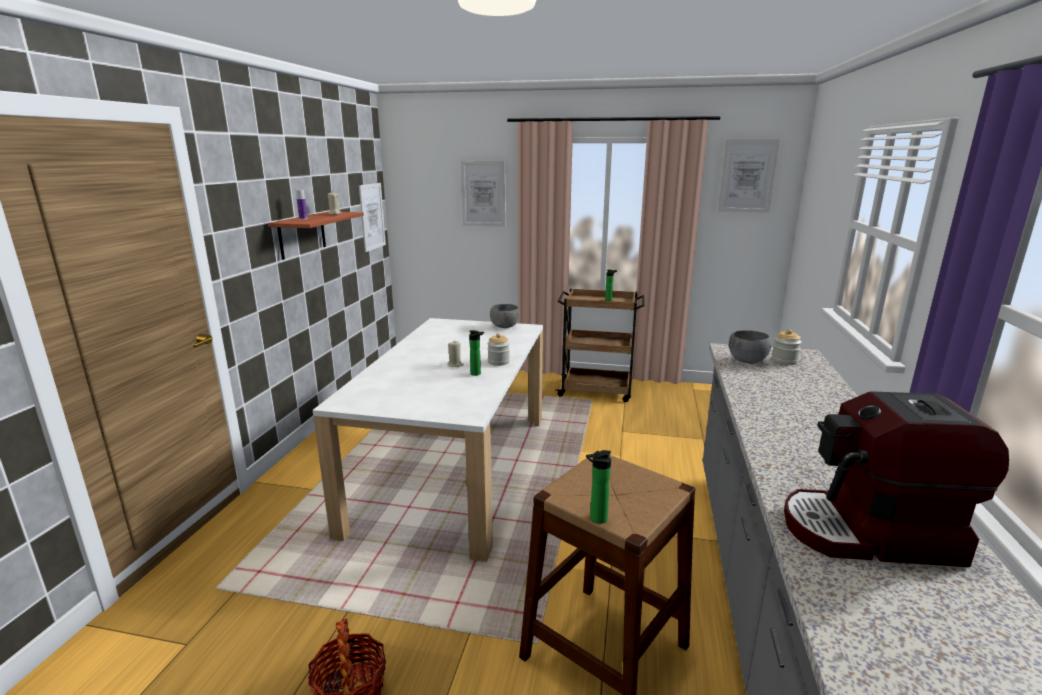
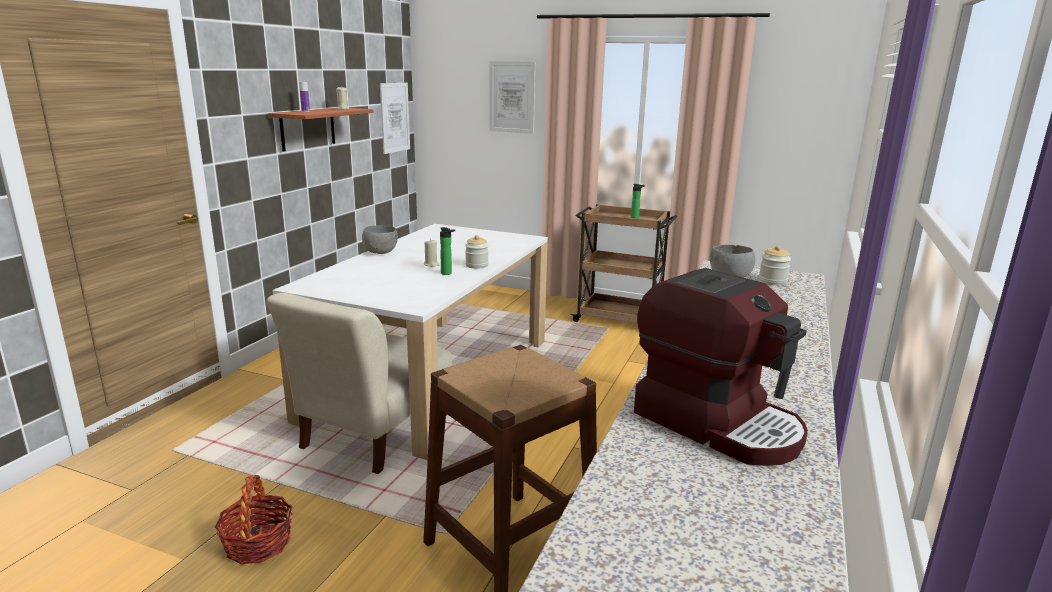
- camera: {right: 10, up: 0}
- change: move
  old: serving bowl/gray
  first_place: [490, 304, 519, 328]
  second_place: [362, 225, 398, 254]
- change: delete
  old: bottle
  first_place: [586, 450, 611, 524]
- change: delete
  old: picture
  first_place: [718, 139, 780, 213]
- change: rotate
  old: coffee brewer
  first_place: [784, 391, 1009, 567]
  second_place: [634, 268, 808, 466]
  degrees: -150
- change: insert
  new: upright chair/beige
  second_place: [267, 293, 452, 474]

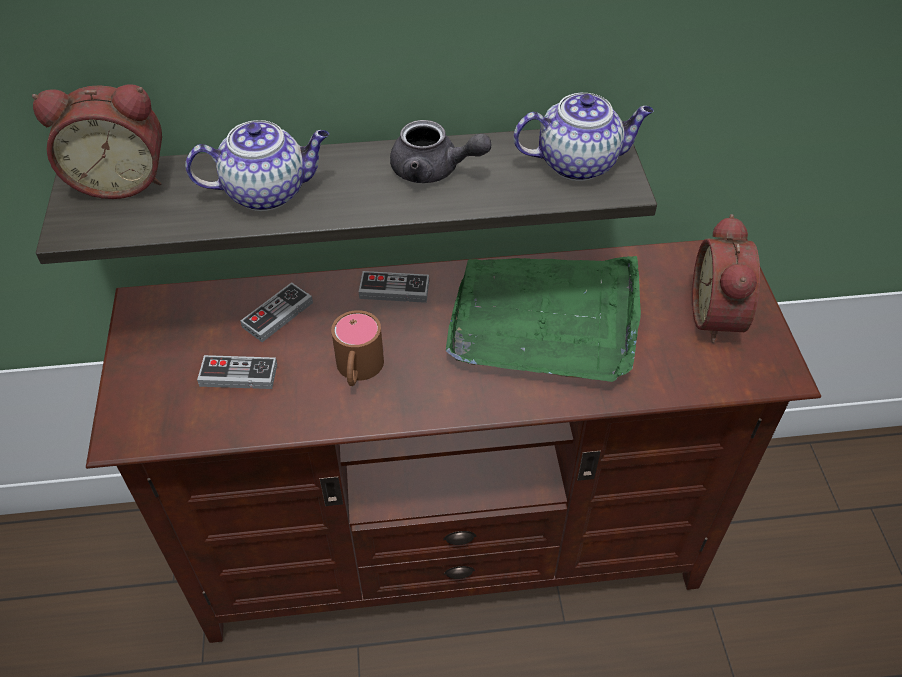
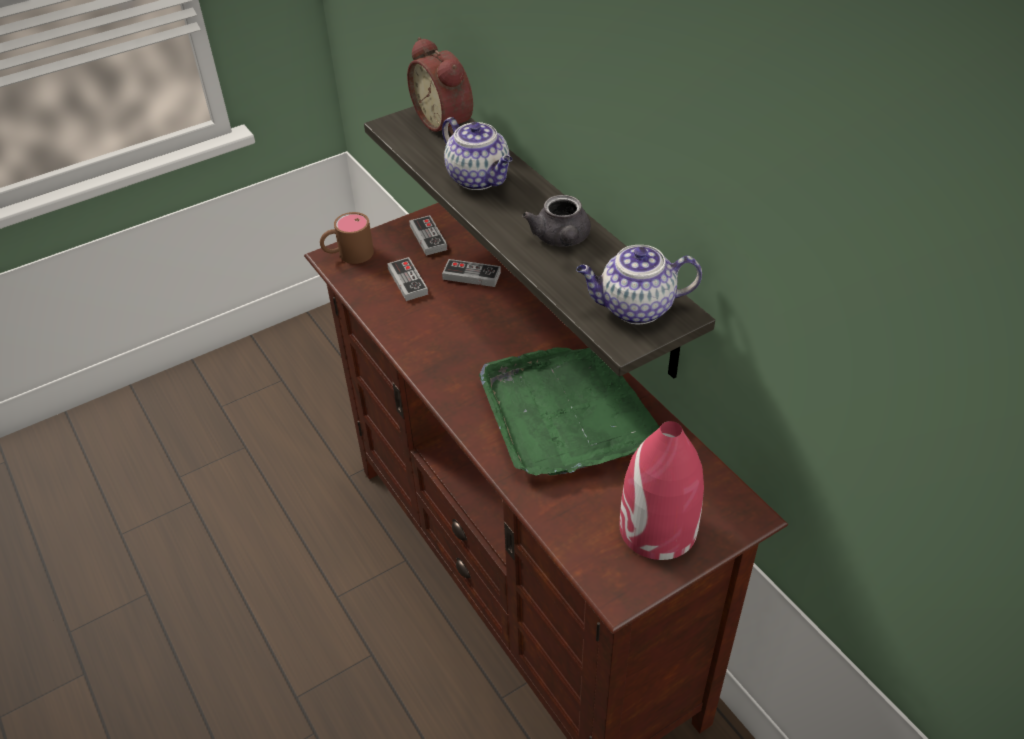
- camera: {right: 65, up: -5}
- change: move
  old: coffee mug/brown
  first_place: [331, 310, 384, 386]
  second_place: [320, 212, 374, 264]
- change: move
  old: joypad
  first_place: [359, 271, 429, 303]
  second_place: [409, 215, 447, 256]
- change: rotate
  old: pot for tea
  first_place: [513, 93, 654, 181]
  second_place: [576, 245, 702, 324]
  degrees: 120
- change: replace
  old: alarm clock
  new: decorative vase/red
  first_place: [692, 214, 760, 343]
  second_place: [620, 421, 704, 560]

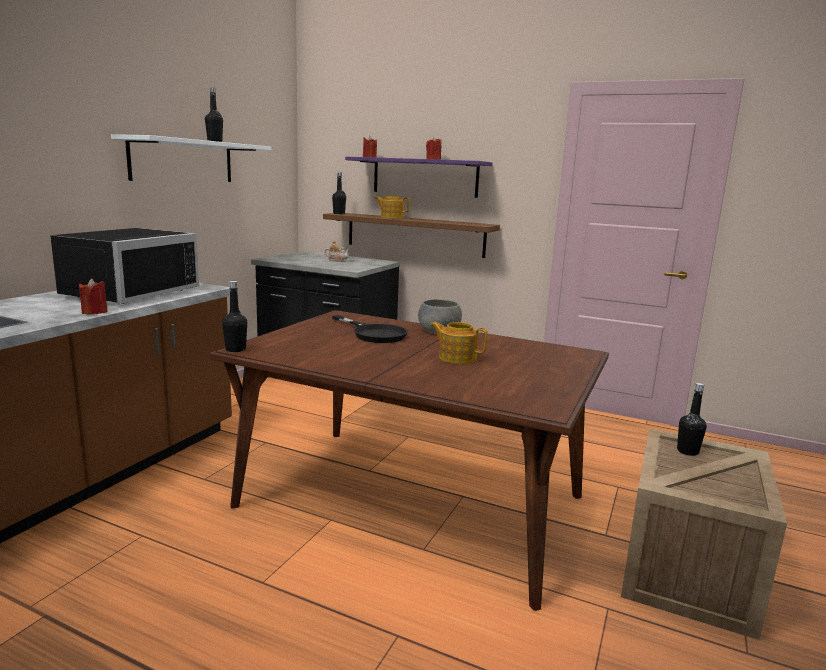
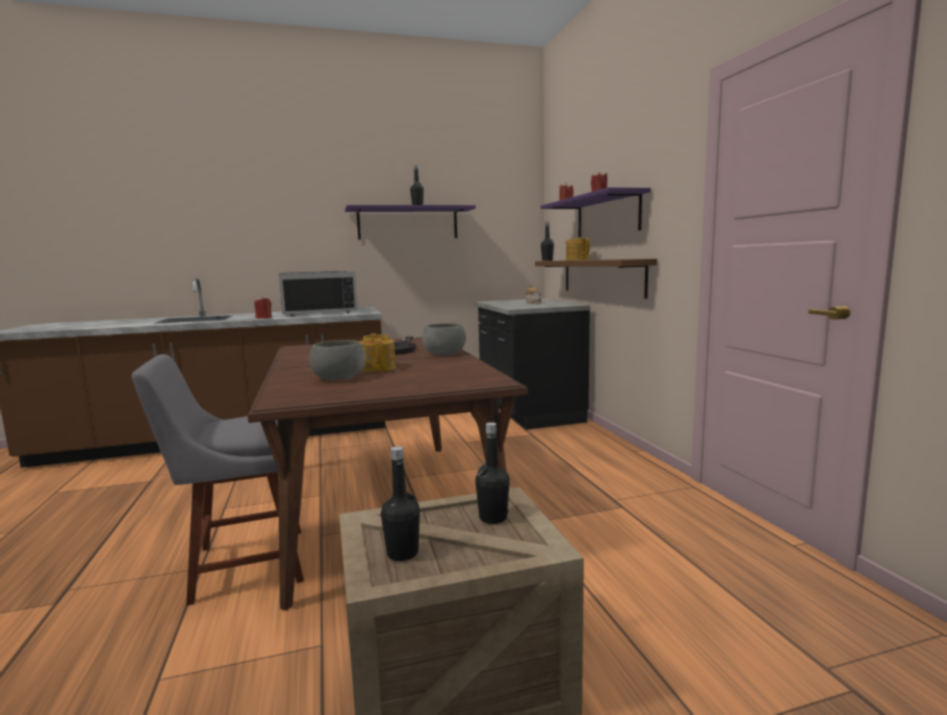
- camera: {right: 50, up: -5}
- change: recolor
  old: bracket shelf/white-coloured
  new: bracket shelf/purple
  first_place: [111, 134, 271, 182]
  second_place: [345, 205, 476, 240]
- change: move
  old: bottle/blackish
  first_place: [222, 281, 247, 352]
  second_place: [381, 446, 420, 561]
- change: insert
  new: upright chair/gray
  second_place: [132, 354, 304, 606]
- change: insert
  new: serving bowl/gray
  second_place: [309, 340, 366, 380]

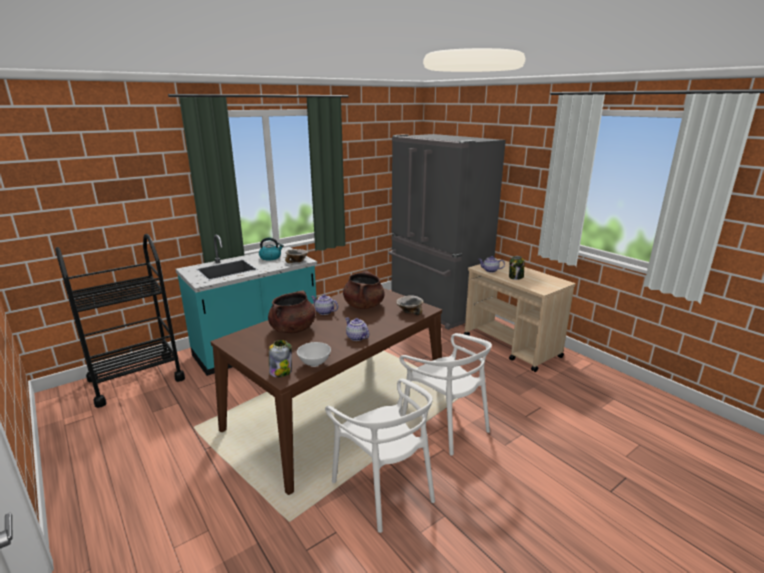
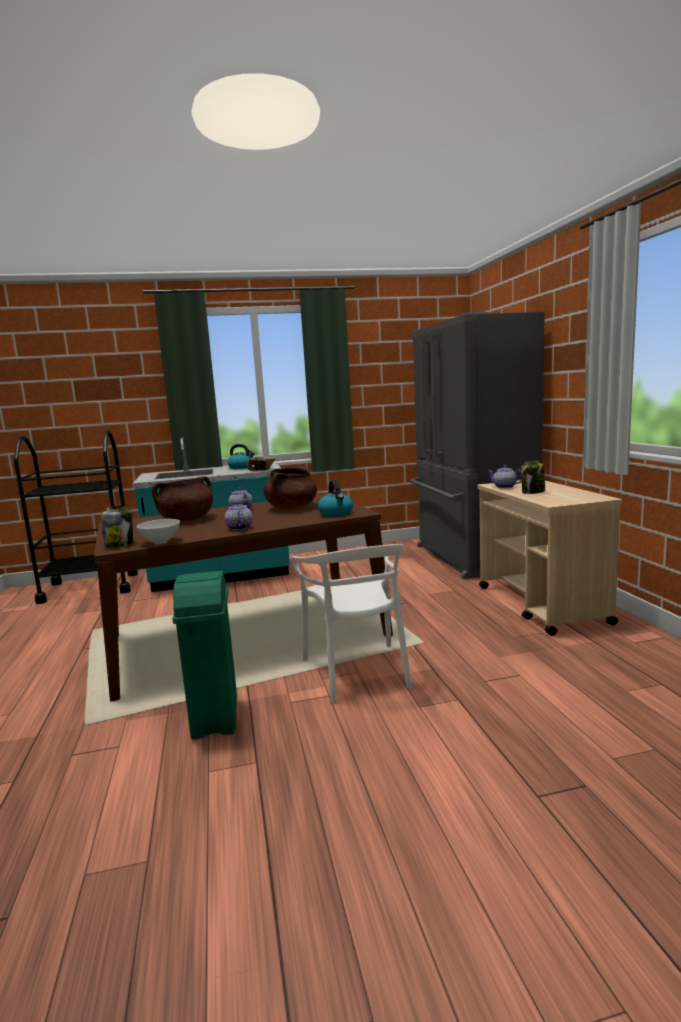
- camera: {right: 25, up: -10}
- change: replace
  old: upright chair/white-coloured
  new: trash can/greenish
  first_place: [325, 379, 435, 533]
  second_place: [172, 571, 237, 740]
- change: replace
  old: serving bowl
  new: kettle
  first_place: [396, 295, 423, 315]
  second_place: [318, 480, 353, 517]

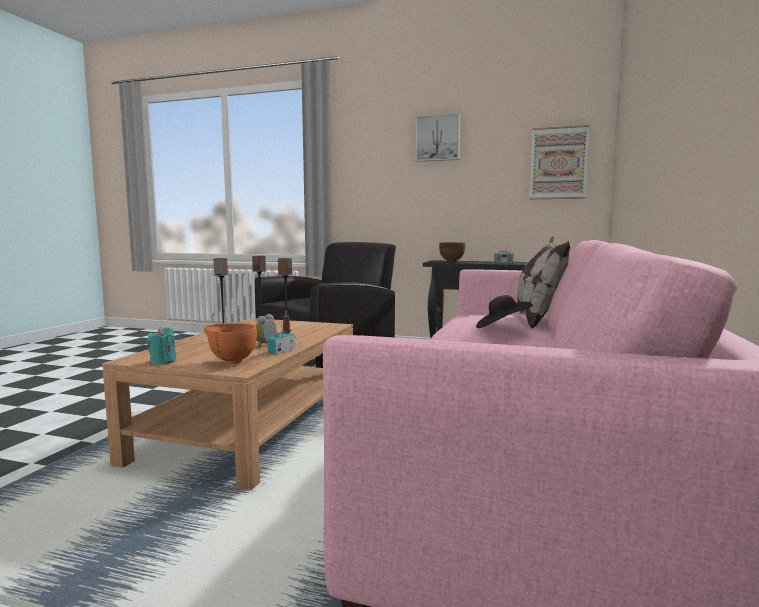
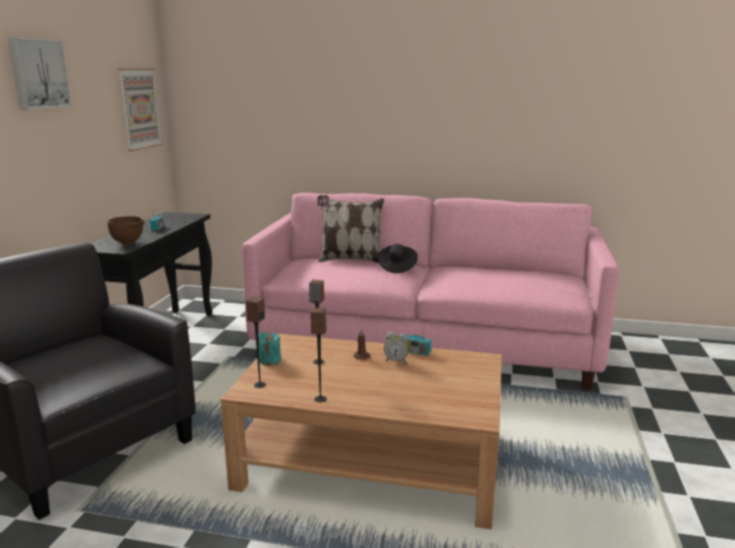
- camera: {right: -95, up: 10}
- change: move
  old: candle/turquoise-coloured
  first_place: [147, 327, 176, 365]
  second_place: [259, 332, 281, 366]
- change: delete
  old: serving bowl/orangey
  first_place: [204, 323, 257, 364]

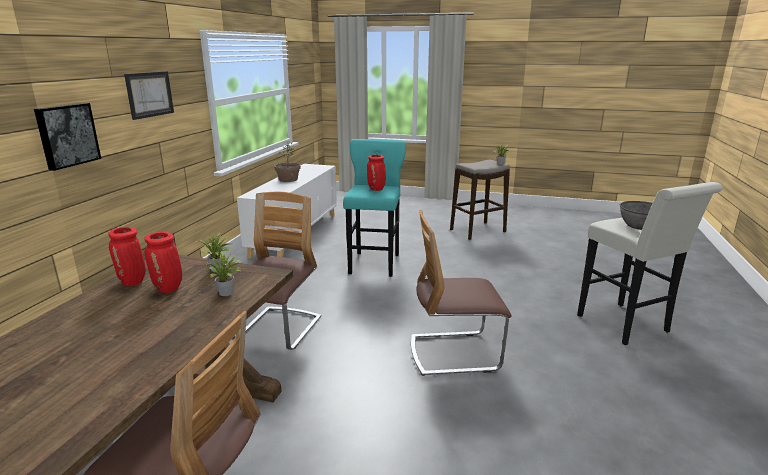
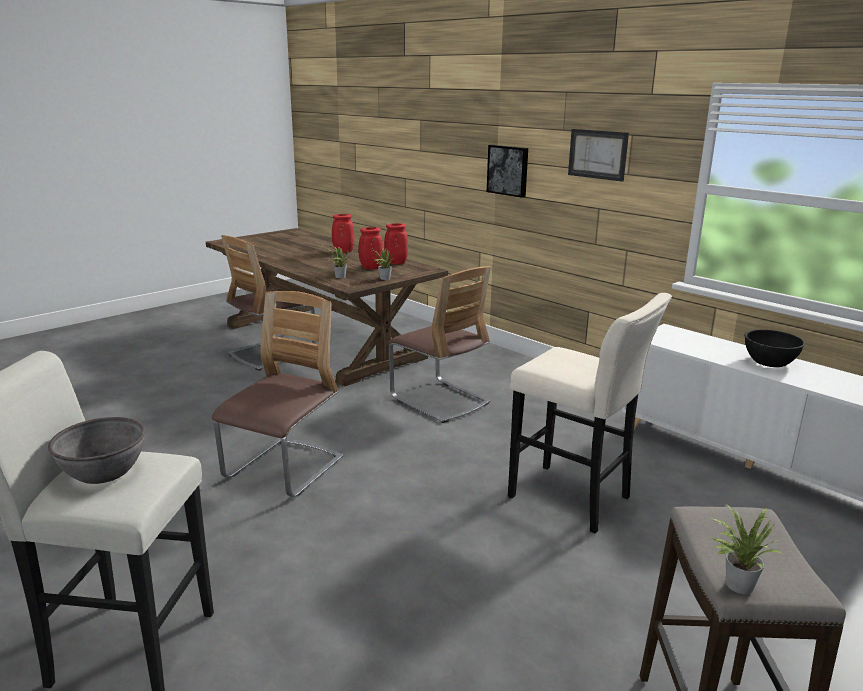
- camera: {right: 120, up: 0}
- change: replace
  old: plant in a pot
  new: serving bowl/blackish
  first_place: [274, 142, 301, 182]
  second_place: [744, 329, 805, 367]
- change: recolor
  old: stool/turquoise-coloured
  new: stool/beige
  first_place: [343, 139, 406, 277]
  second_place: [508, 293, 672, 533]
- change: move
  old: decorative vase/red
  first_place: [367, 155, 386, 191]
  second_place: [332, 214, 355, 253]

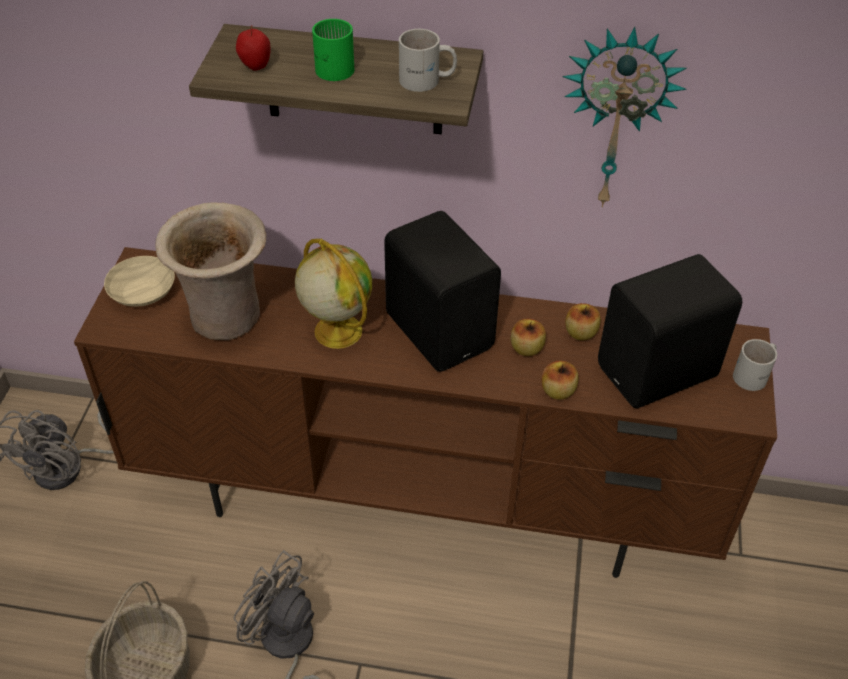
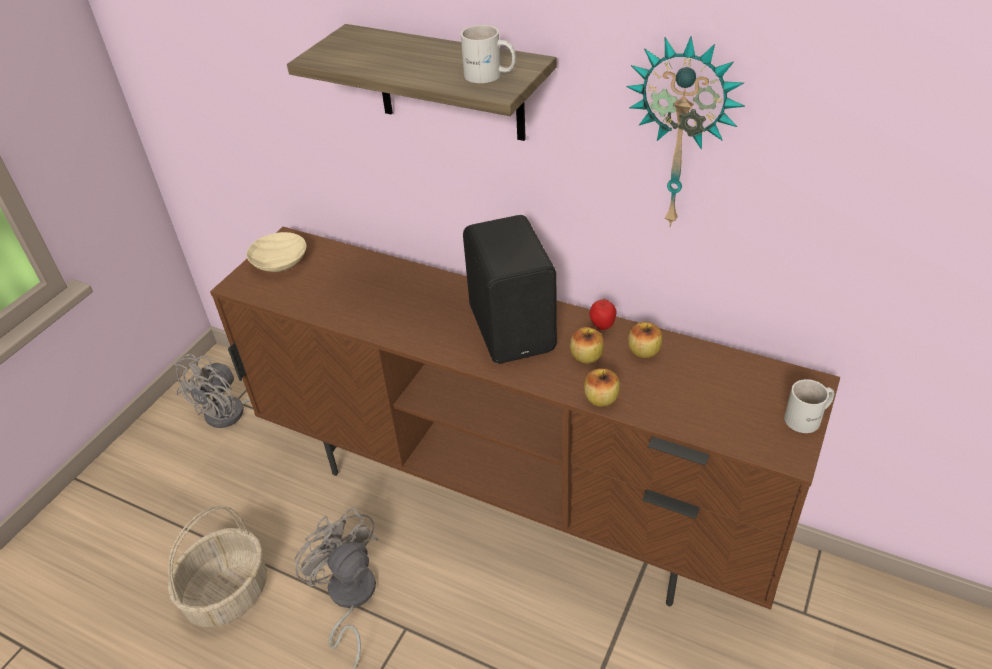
- camera: {right: 20, up: -5}
- change: delete
  old: decorative vase/beige
  first_place: [155, 202, 267, 340]
- change: move
  old: apple
  first_place: [236, 25, 271, 71]
  second_place: [589, 299, 616, 330]
- change: delete
  old: desk globe
  first_place: [295, 238, 372, 349]
- change: delete
  old: coffee mug/greenish
  first_place: [312, 19, 355, 81]
- change: delete
  old: loudspeaker/blackish
  first_place: [598, 254, 742, 409]

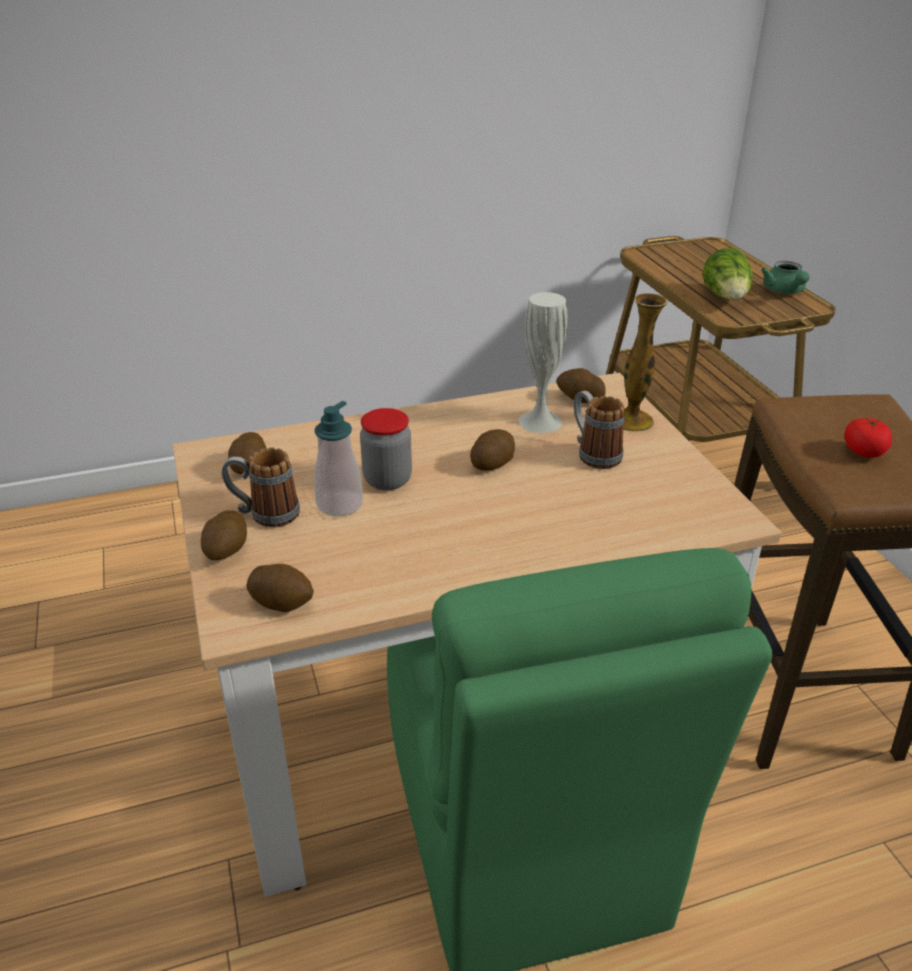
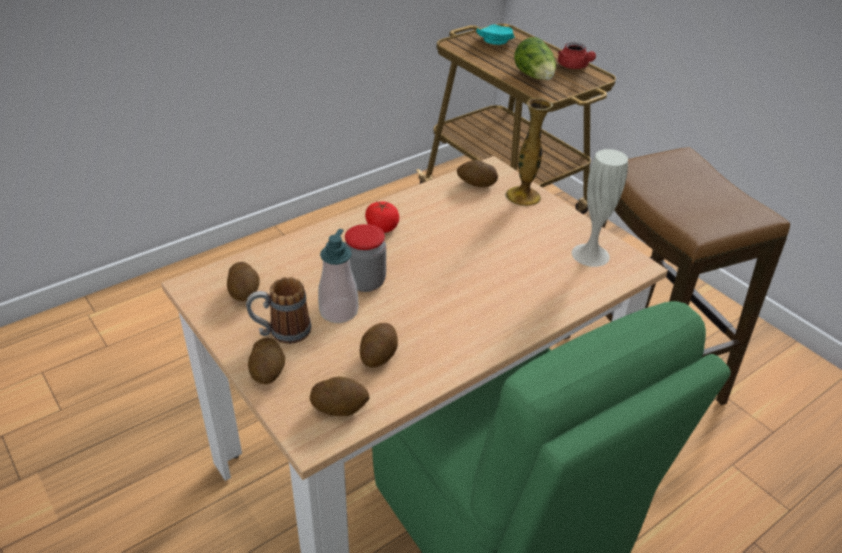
- camera: {right: -20, up: 5}
- change: move
  old: potato
  first_place: [470, 429, 515, 471]
  second_place: [360, 323, 398, 367]
- change: move
  old: decorative vase/white-coloured
  first_place: [518, 292, 567, 433]
  second_place: [572, 149, 628, 267]
- change: delete
  old: coffee mug
  first_place: [574, 391, 625, 469]
- change: recolor
  old: pot for tea/greenish
  new: pot for tea/red
  first_place: [761, 261, 809, 294]
  second_place: [558, 42, 596, 69]
- change: move
  old: fresh tomato
  first_place: [845, 417, 892, 458]
  second_place: [365, 201, 399, 233]
- change: insert
  new: plate/turquoise-coloured
  second_place: [476, 24, 515, 45]

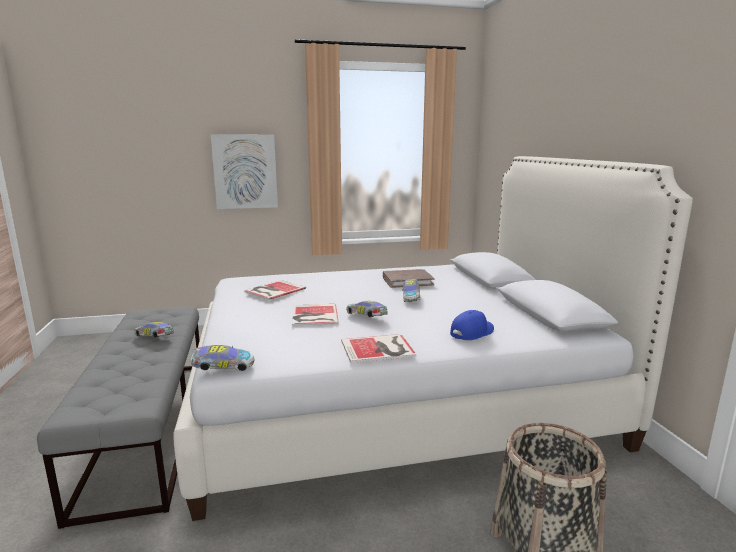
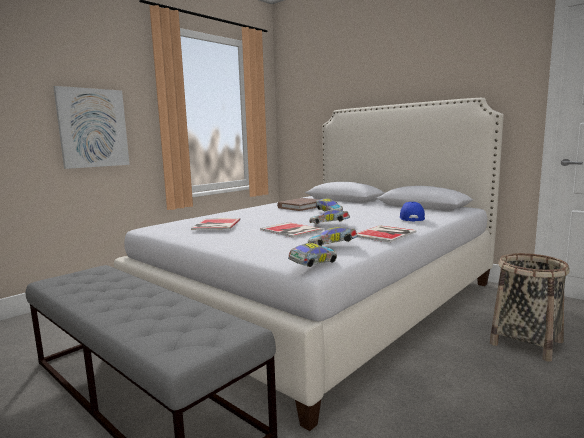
- camera: {right: -35, up: -5}
- change: move
  old: toy car
  first_place: [134, 322, 174, 338]
  second_place: [308, 227, 358, 246]

